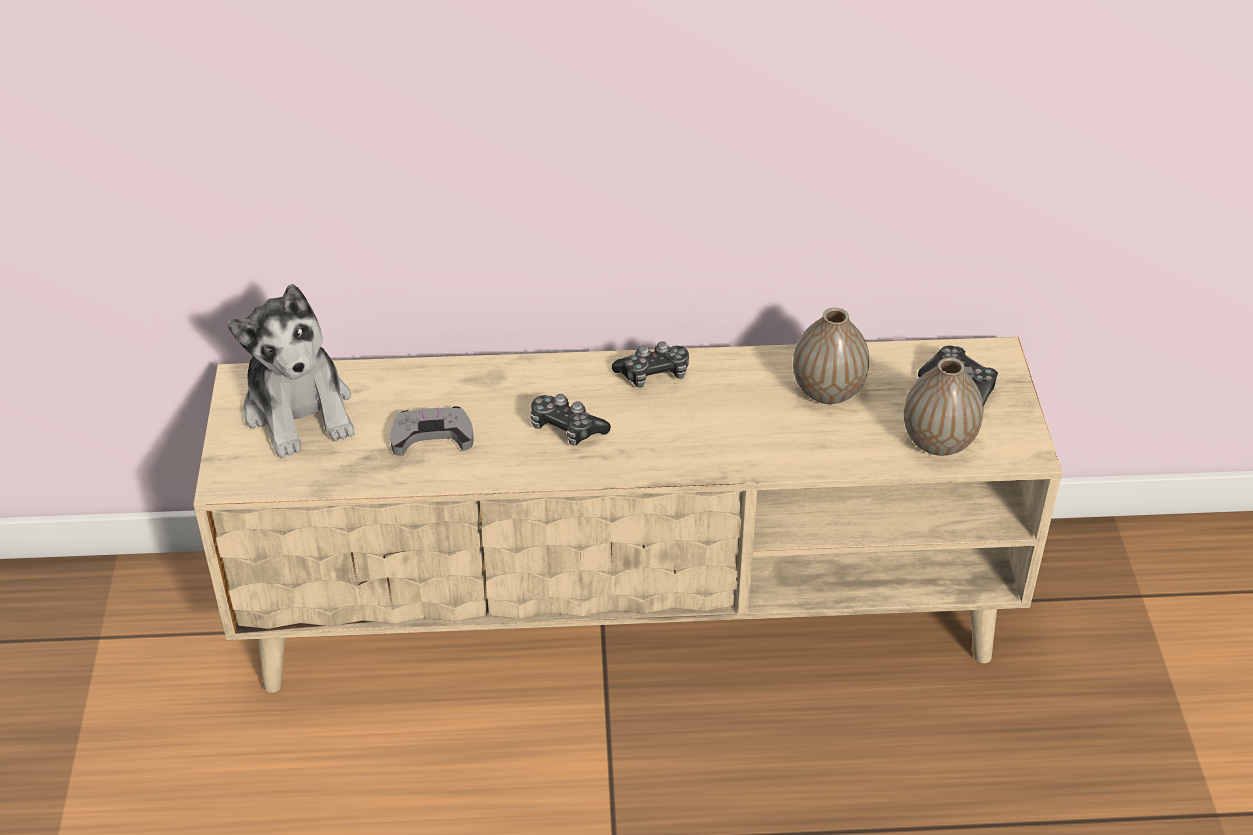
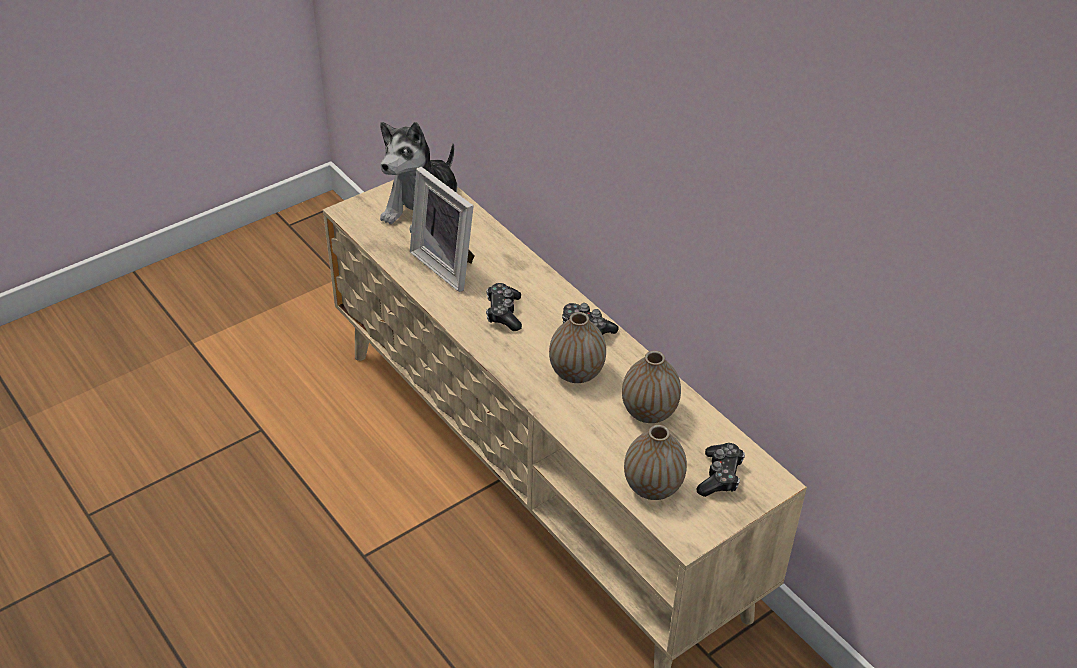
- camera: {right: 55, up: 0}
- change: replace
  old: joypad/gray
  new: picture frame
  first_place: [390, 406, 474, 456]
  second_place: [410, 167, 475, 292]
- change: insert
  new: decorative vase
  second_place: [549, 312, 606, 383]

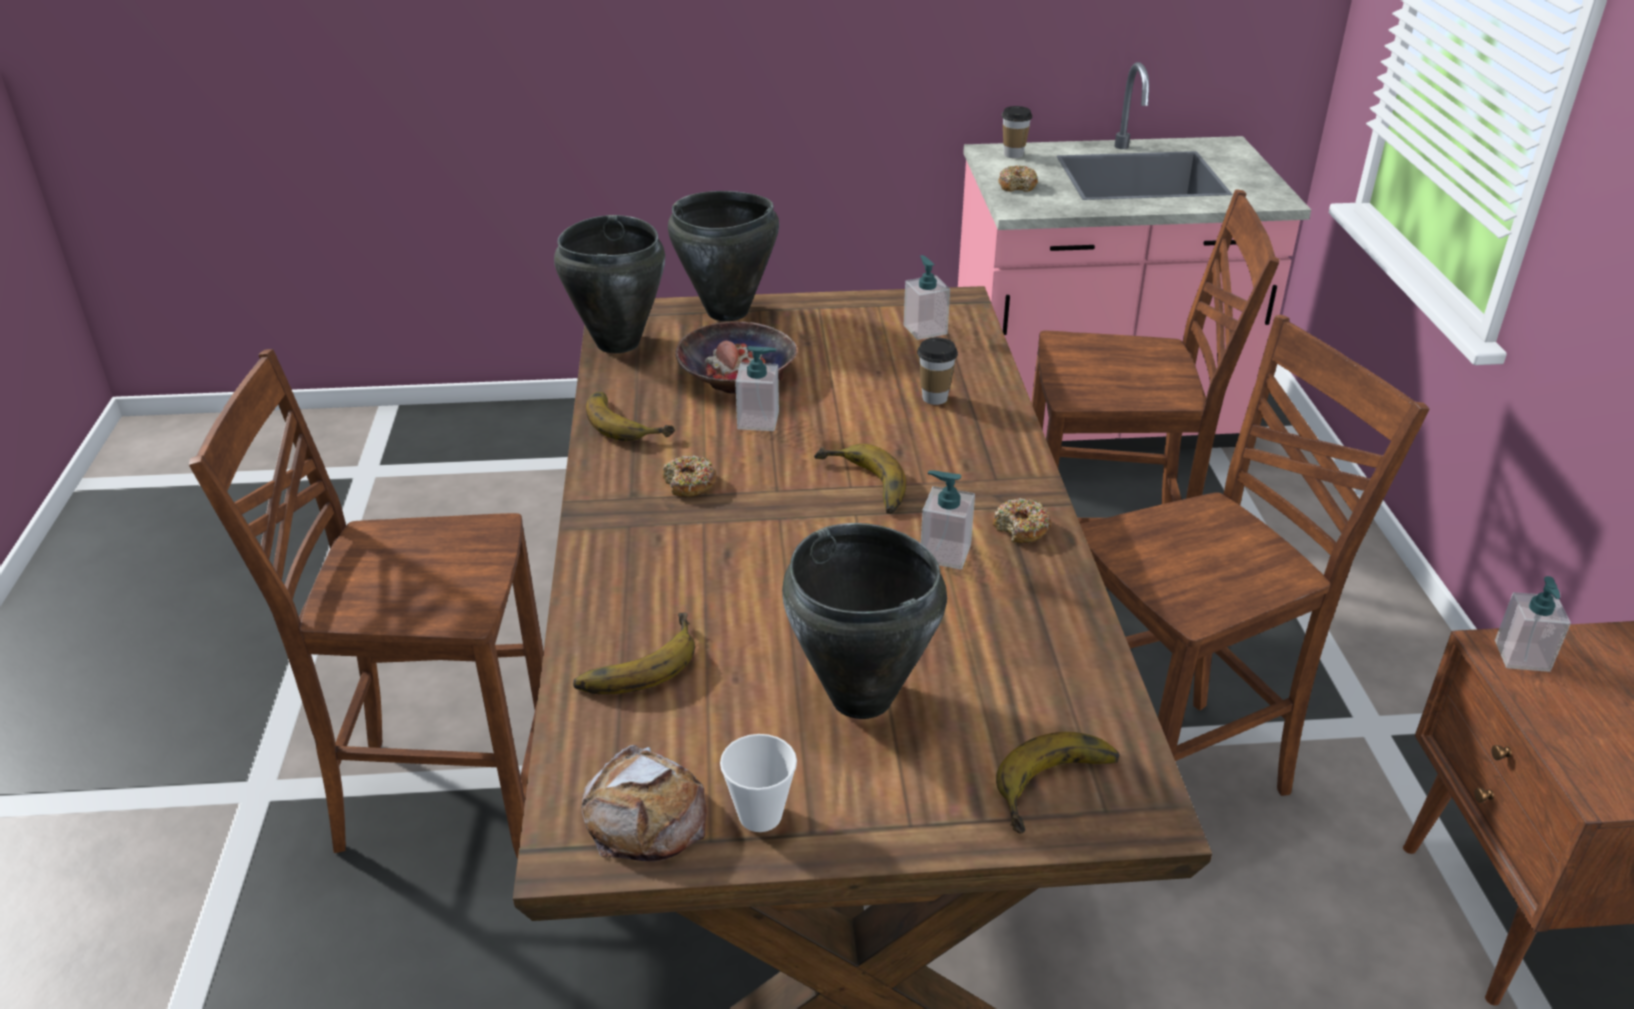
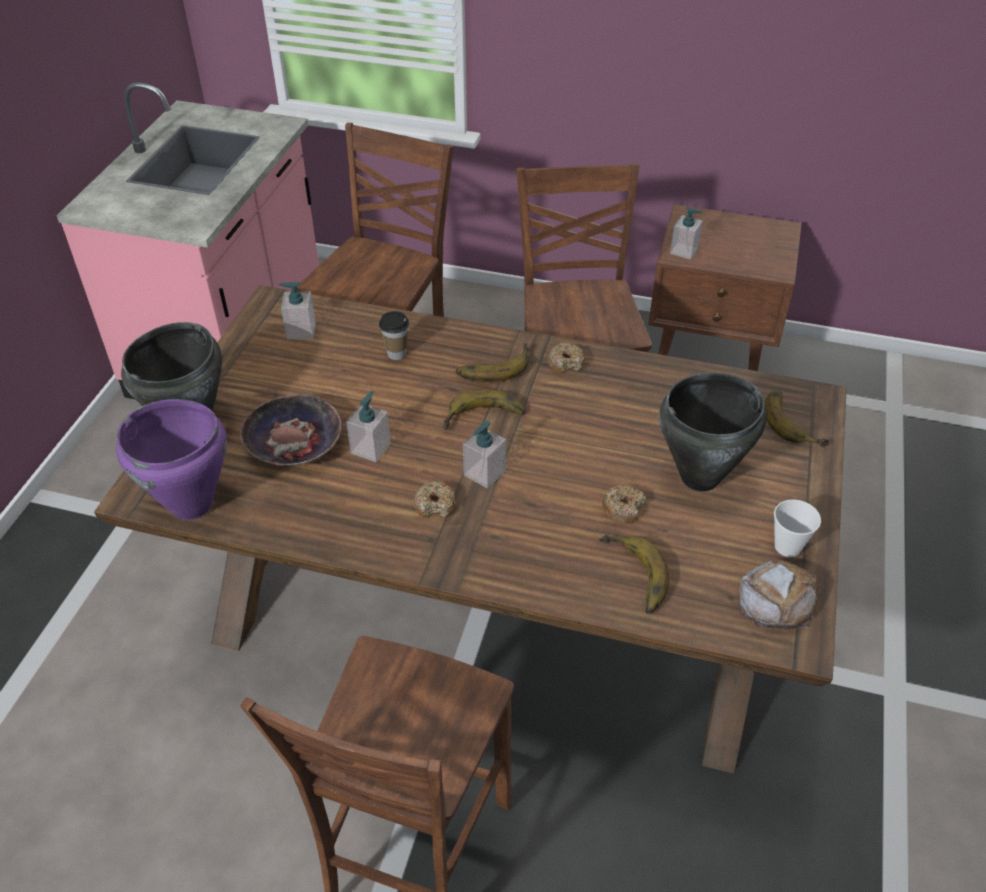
- camera: {right: -70, up: 10}
- change: recolor
  old: cooking pot/blackish
  new: cooking pot/purple
  first_place: [554, 215, 665, 353]
  second_place: [116, 399, 227, 520]
- change: move
  old: whole banana
  first_place: [586, 392, 675, 441]
  second_place: [456, 343, 529, 382]
- change: move
  old: soap bottle
  first_place: [921, 470, 975, 570]
  second_place: [463, 420, 506, 488]
- change: move
  old: doughnut
  first_place: [998, 165, 1038, 192]
  second_place: [602, 485, 646, 524]
- change: delete
  old: cup
  first_place: [1001, 106, 1032, 158]

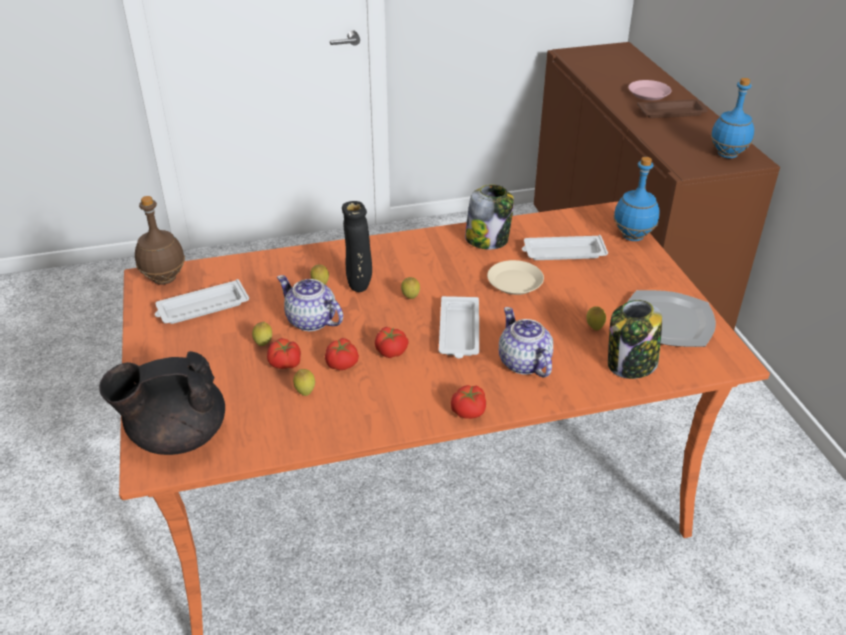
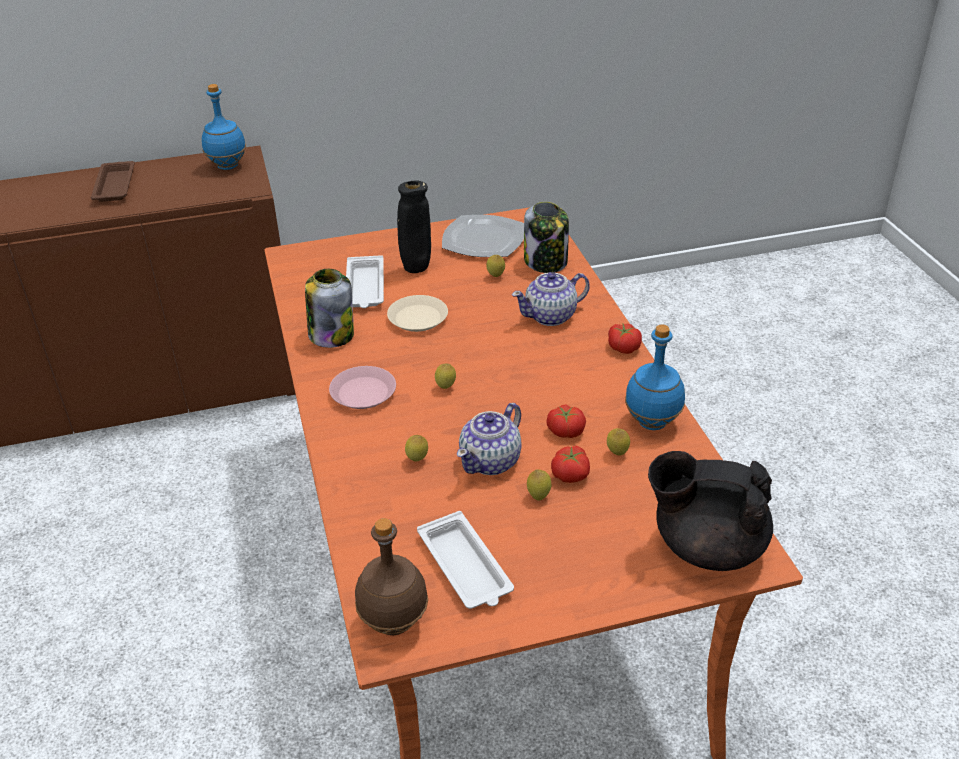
- camera: {right: -90, up: 0}
- change: rotate
  old: pot for tea/blackish
  first_place: [99, 351, 225, 455]
  second_place: [648, 451, 773, 571]
  degrees: 120
- change: move
  old: decorative vase/blackish
  first_place: [342, 201, 372, 292]
  second_place: [397, 180, 431, 273]
- change: delete
  old: fresh tomato
  first_place: [375, 327, 409, 358]
- change: delete
  old: carrying tray/white-coloured
  first_place: [439, 296, 479, 359]
- change: move
  old: bottle/blue
  first_place: [614, 157, 660, 241]
  second_place: [625, 325, 685, 430]
- change: move
  old: plate/pinkish
  first_place: [628, 80, 671, 100]
  second_place: [329, 366, 396, 409]

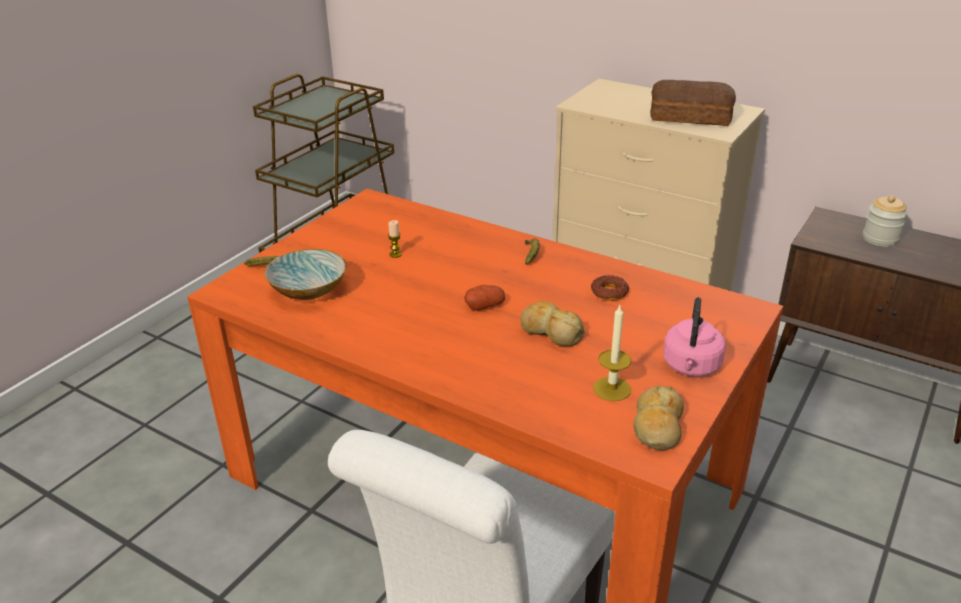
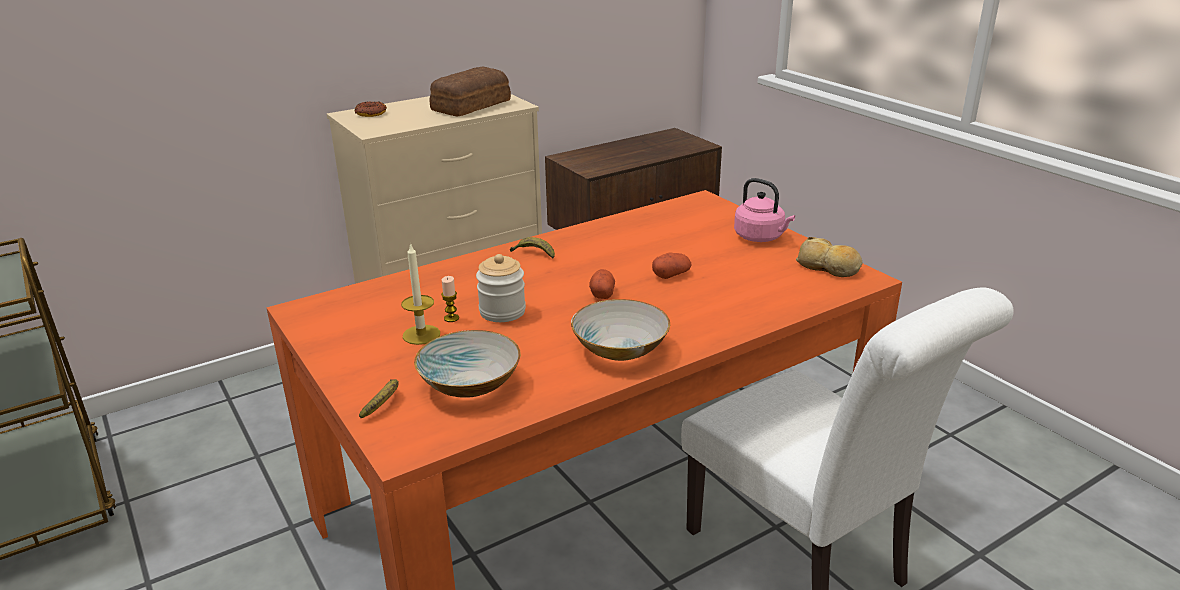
- camera: {right: -65, up: -5}
- change: replace
  old: baked bread
  new: potato
  first_place: [521, 301, 585, 346]
  second_place: [652, 252, 692, 279]
- change: move
  old: doughnut
  first_place: [591, 275, 629, 301]
  second_place: [354, 101, 387, 117]
- change: move
  old: candle
  first_place: [593, 305, 631, 401]
  second_place: [401, 243, 440, 345]
- change: move
  old: jar
  first_place: [863, 195, 908, 247]
  second_place: [476, 254, 526, 322]
- change: insert
  new: serving bowl
  second_place: [571, 299, 670, 361]

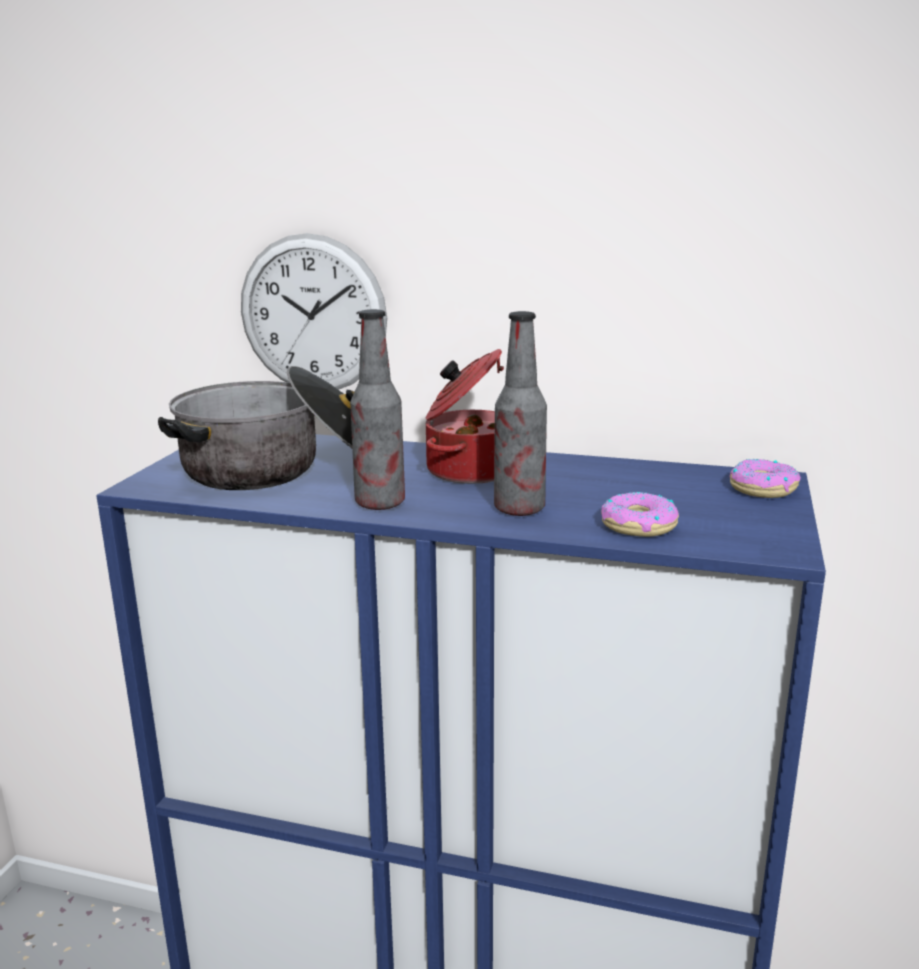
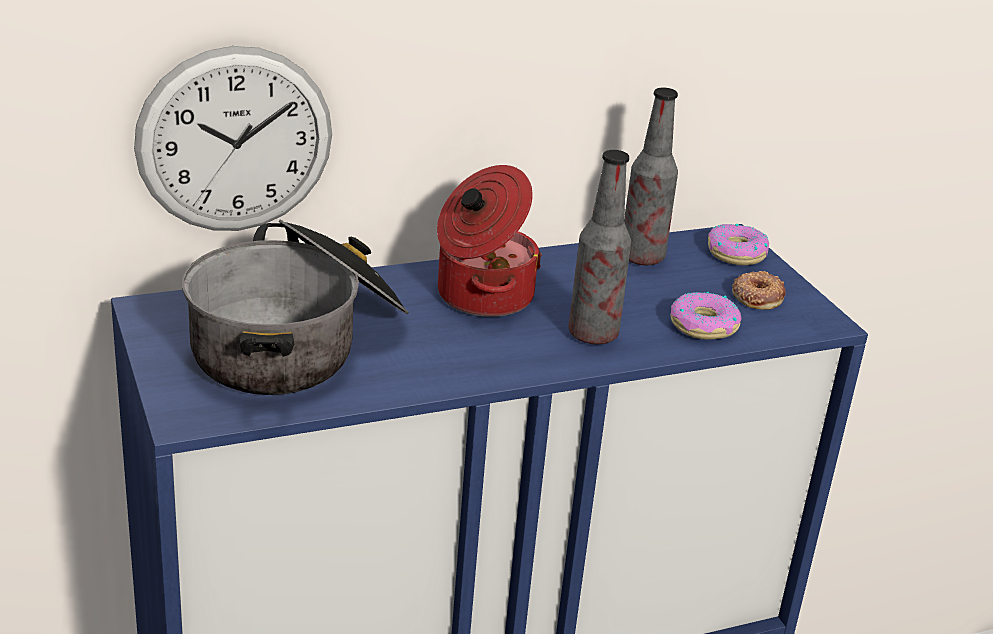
- camera: {right: -40, up: 10}
- change: move
  old: bottle
  first_place: [350, 309, 405, 510]
  second_place: [624, 87, 678, 265]
- change: insert
  new: doughnut
  second_place: [732, 271, 786, 310]

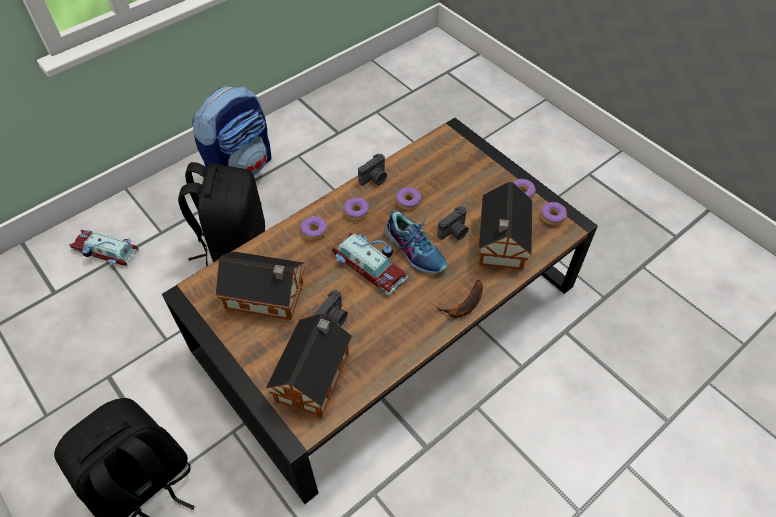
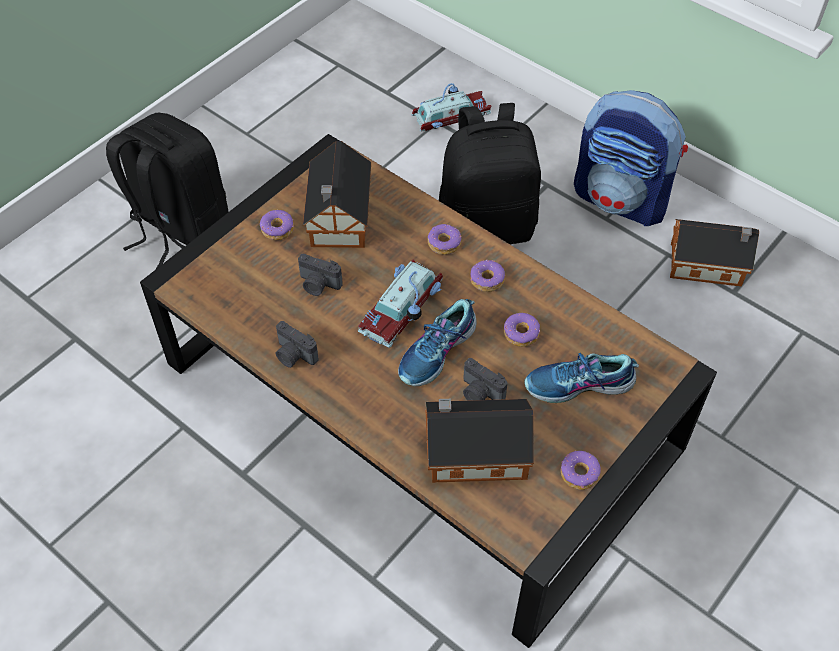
- camera: {right: 80, up: 0}
- change: rotate
  old: toy car
  first_place: [69, 229, 139, 266]
  second_place: [411, 83, 491, 132]
  degrees: 60
- change: move
  old: miniature house
  first_place: [266, 313, 352, 418]
  second_place: [670, 219, 759, 286]
- change: move
  old: photo camera
  first_place: [358, 154, 387, 185]
  second_place: [276, 321, 319, 368]
- change: delete
  old: whole banana
  first_place: [437, 279, 483, 318]
- change: move
  old: doughnut
  first_place: [540, 202, 567, 225]
  second_place: [260, 210, 294, 240]
- change: insert
  new: low shoe
  second_place: [525, 353, 639, 403]

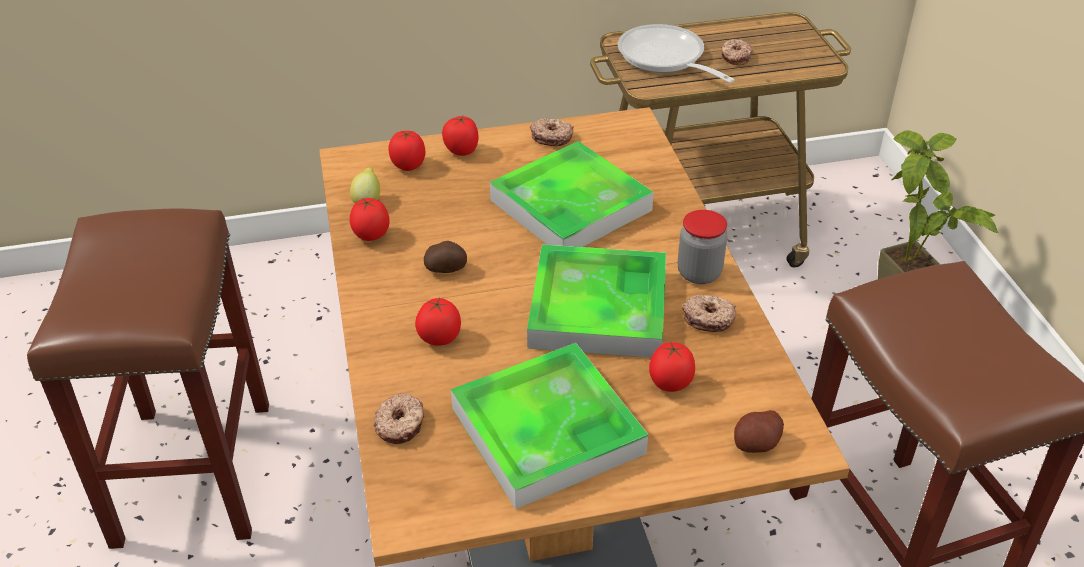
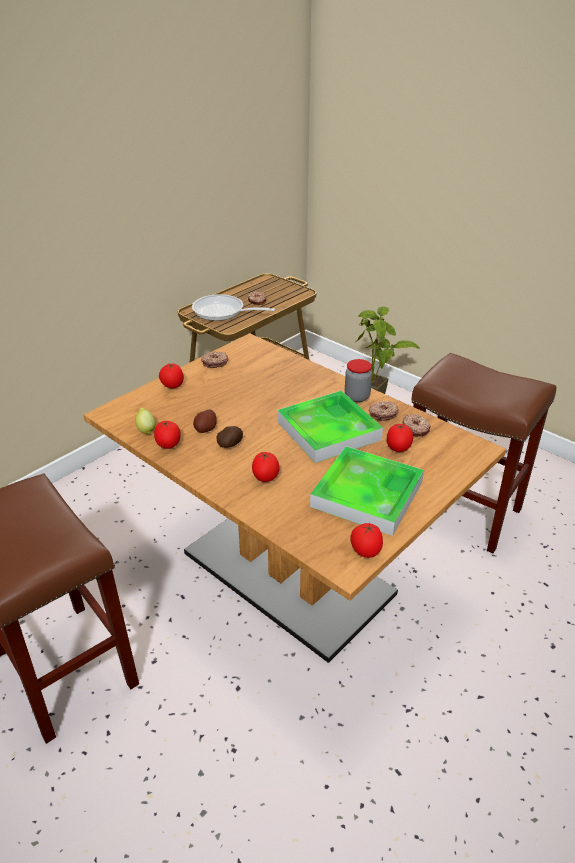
- camera: {right: -35, up: -5}
- change: move
  old: doughnut
  first_place: [374, 393, 424, 444]
  second_place: [403, 414, 431, 437]
- change: move
  old: fresh tomato
  first_place: [388, 131, 425, 171]
  second_place: [350, 522, 383, 558]
- change: delete
  old: carrying tray
  first_place: [490, 141, 654, 247]
- change: move
  old: potato
  first_place: [734, 410, 784, 453]
  second_place: [193, 409, 217, 433]

